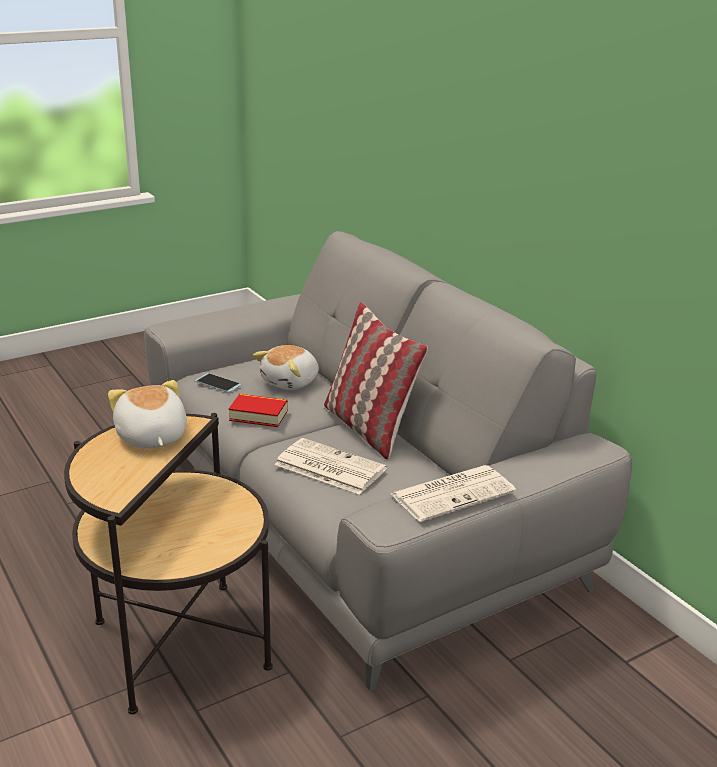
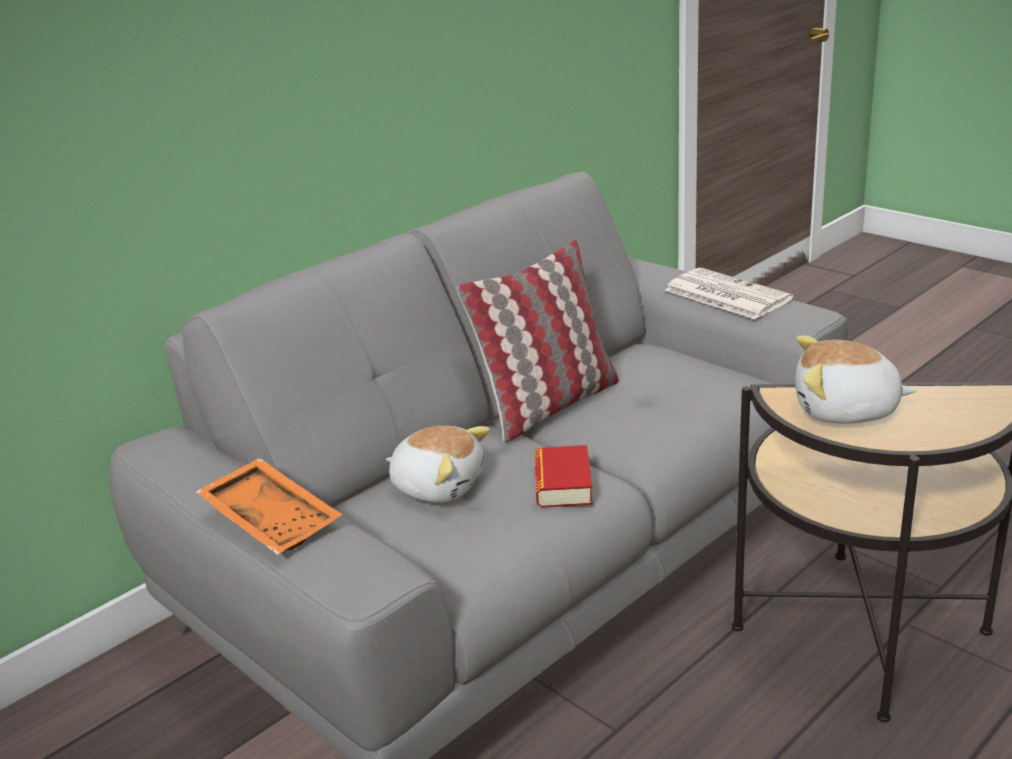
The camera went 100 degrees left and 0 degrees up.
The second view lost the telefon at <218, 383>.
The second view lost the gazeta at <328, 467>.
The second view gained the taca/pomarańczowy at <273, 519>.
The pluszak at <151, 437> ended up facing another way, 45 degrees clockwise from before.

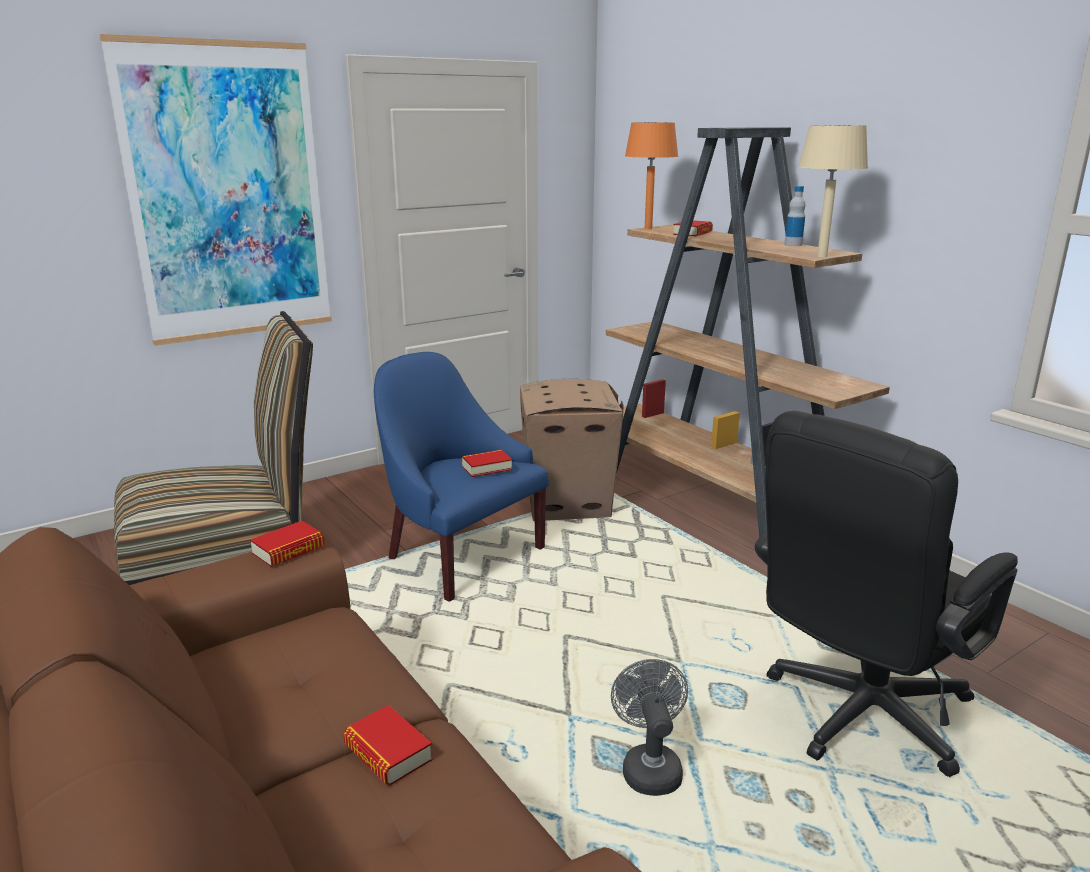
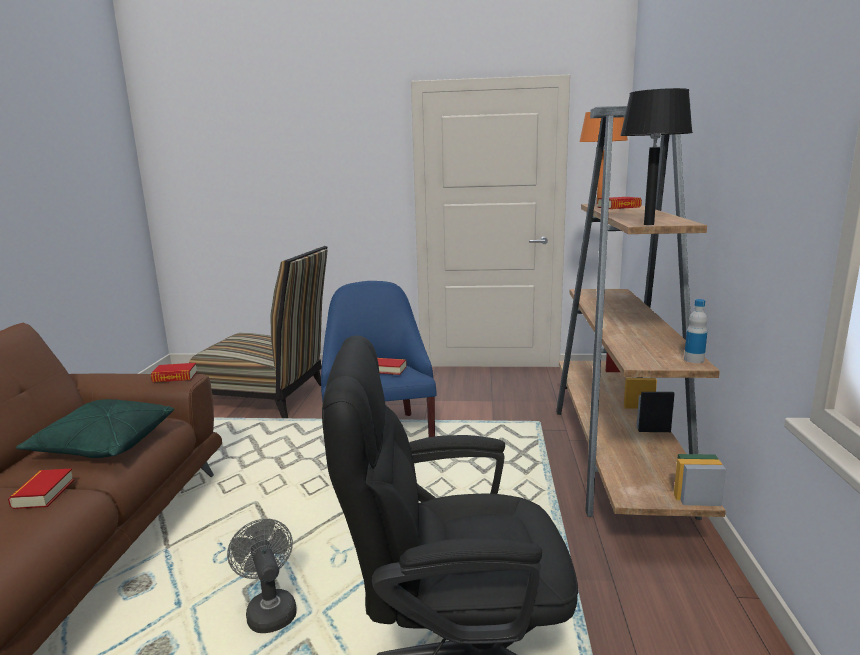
The camera went 40 degrees right and 5 degrees down.
The second view lost the obraz at <228, 194>.
The second view lost the karton at <568, 502>.
The second view gained the poduszka/zielony at <104, 445>.
The butelka ended up elsewhere, having gone from <793, 245> to <694, 360>.
What was the lampa stołowa/beżowy at <822, 256> turned into the lampa stołowa/czarny at <649, 224>.
The wentylator/szary at <649, 767> ended up facing another way, 60 degrees counterclockwise from before.

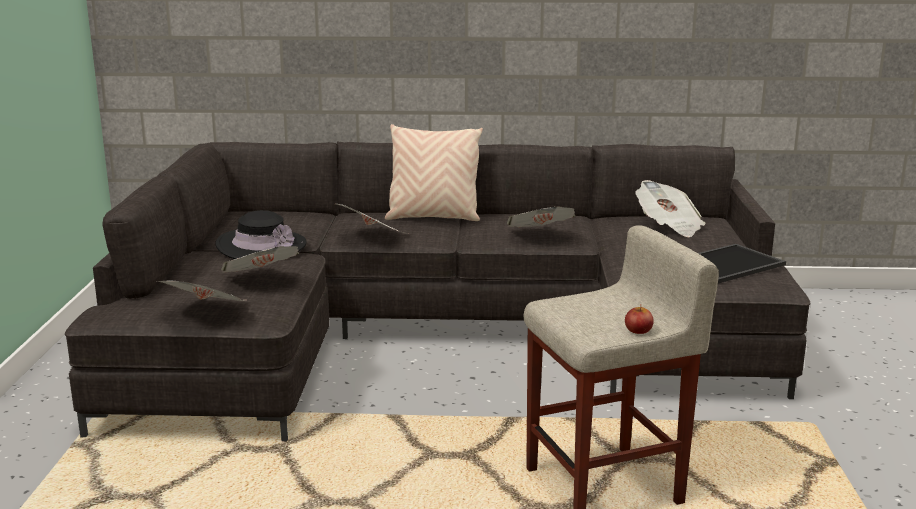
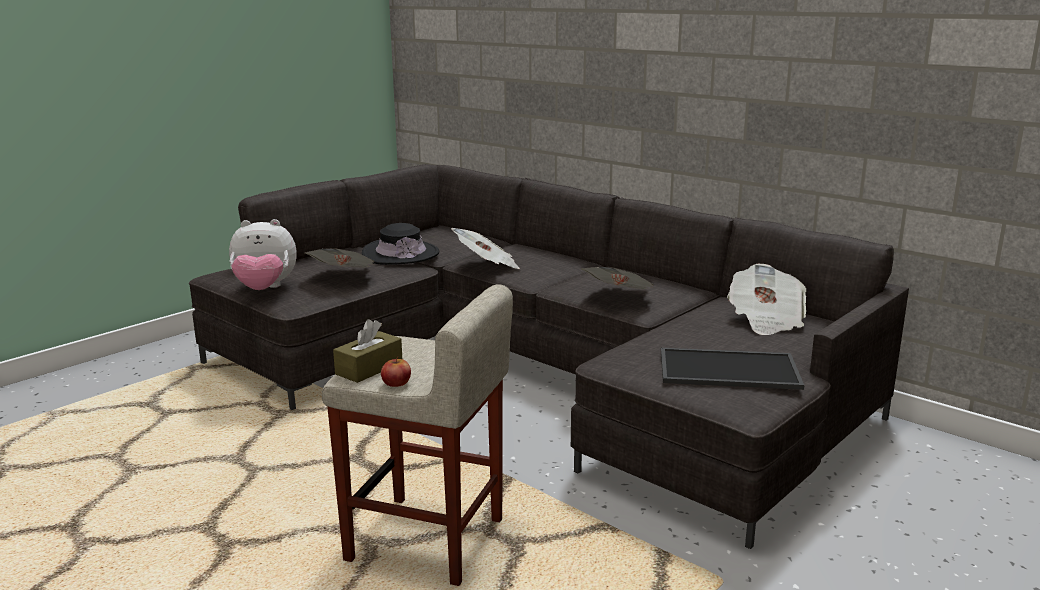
The camera went 40 degrees right and 0 degrees up.
The second view lost the poduszka/beżowy at <433, 217>.
The second view gained the pudełko chusteczek/brązowy at <369, 368>.
Where the gazeta stood at <207, 313>, the pluszak came to stand at <265, 289>.

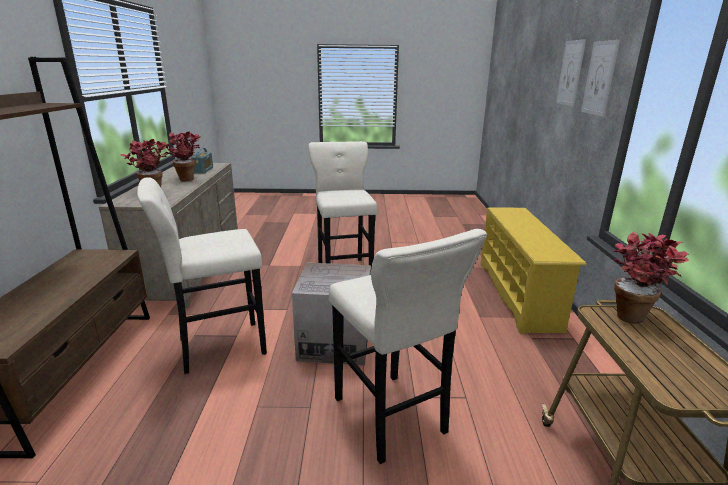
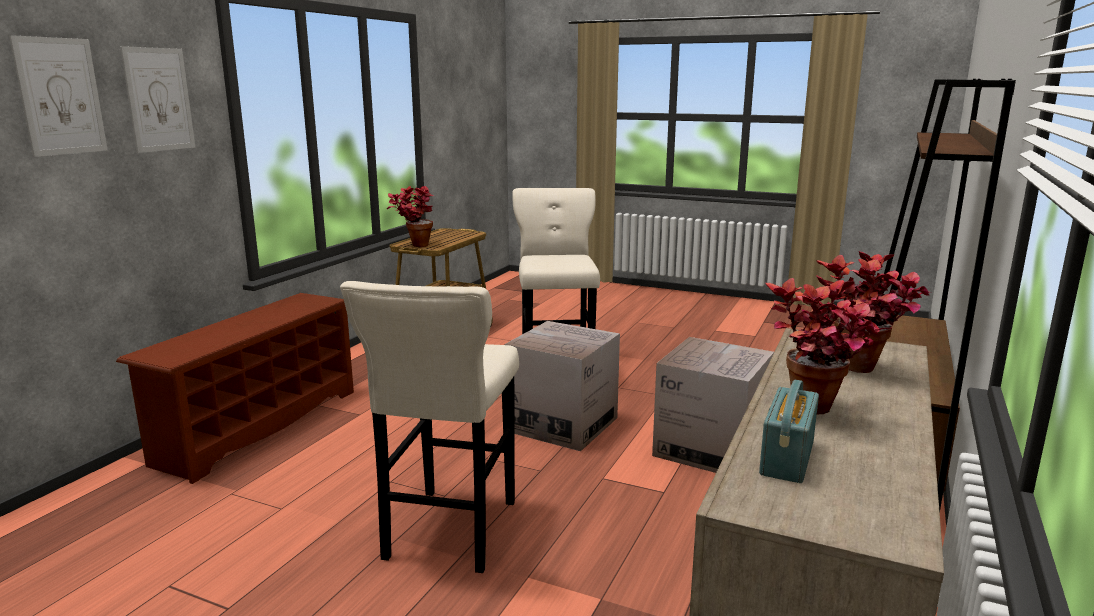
The camera went 155 degrees left and 5 degrees down.
Where the stołek/beżowy stood at <216, 347>, the karton came to stand at <710, 448>.
What was the regał na buty/żółty at <518, 295> turned into the regał na buty/brązowy at <258, 425>.

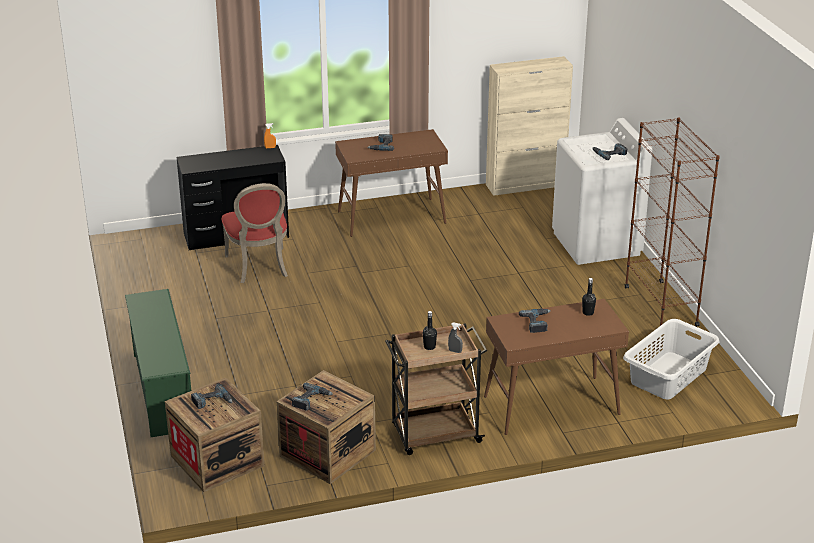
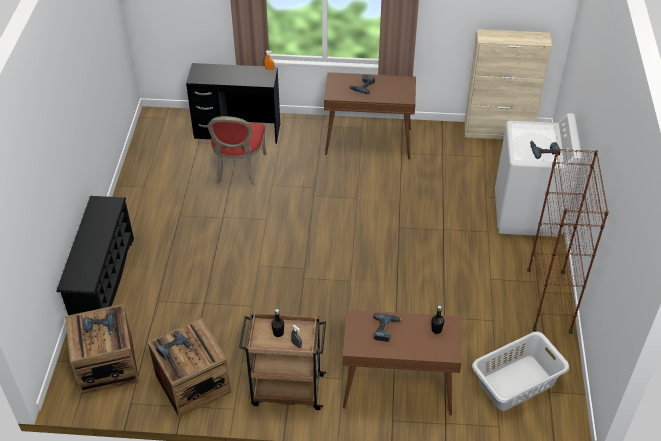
The camera went 20 degrees right and 15 degrees up.
What was the regał na buty/zielony at <161, 391> turned into the regał na buty/czarny at <102, 280>.

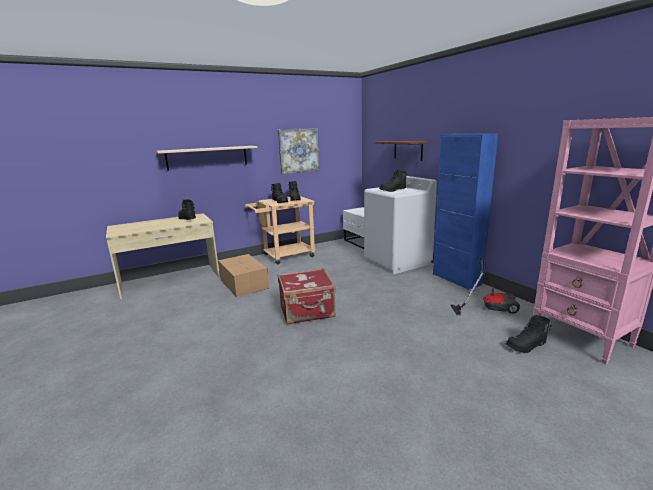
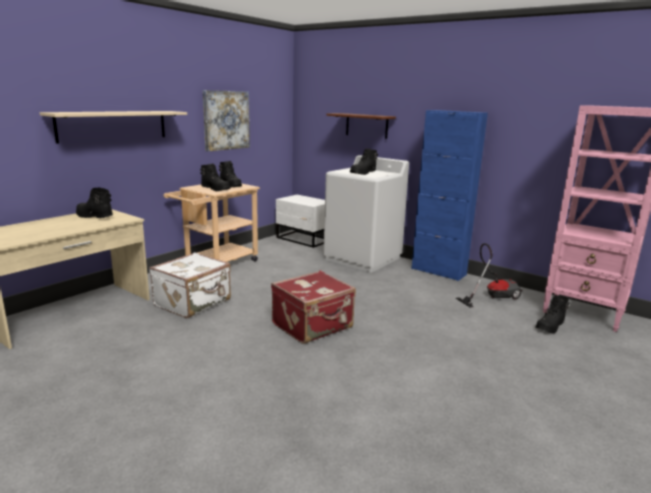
The camera went 25 degrees left and 0 degrees up.
Where the karton stood at <244, 283>, the walizka/biały came to stand at <194, 303>.

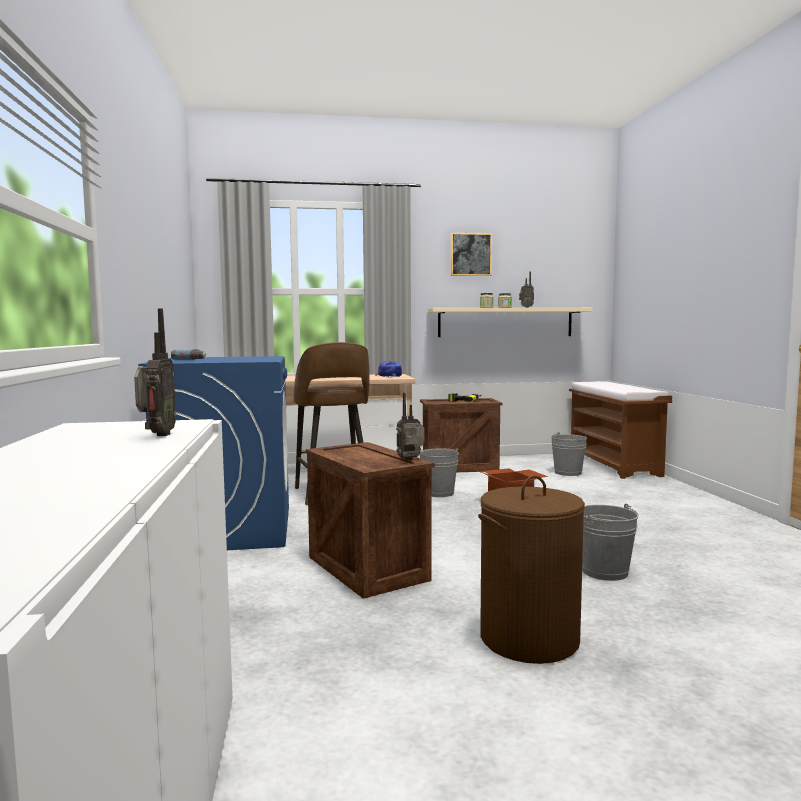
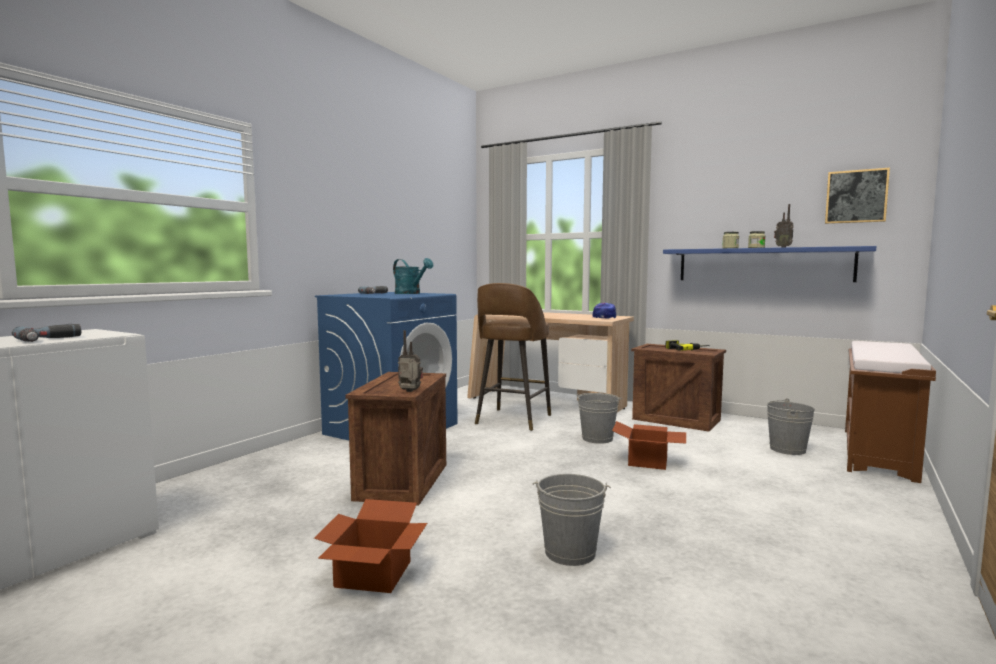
The camera went 40 degrees right and 0 degrees up.
The second view gained the konewka/turkusowy at <411, 293>.
The obraz ended up elsewhere, having gone from <470, 254> to <856, 196>.
Where the radio stood at <156, 436>, the wiertarka came to stand at <51, 339>.
Where the kosz na pranie/brązowy stood at <528, 639>, the karton came to stand at <371, 575>.
What was the półka/beżowy at <505, 322> turned into the półka/niebieski at <763, 265>.

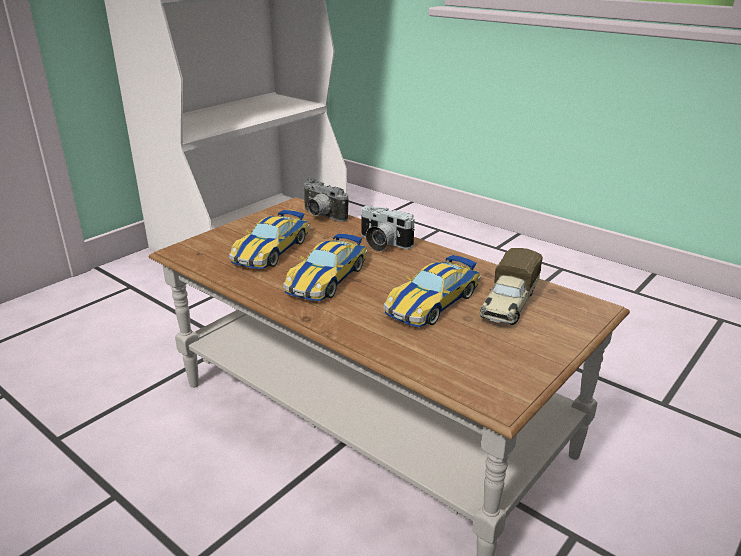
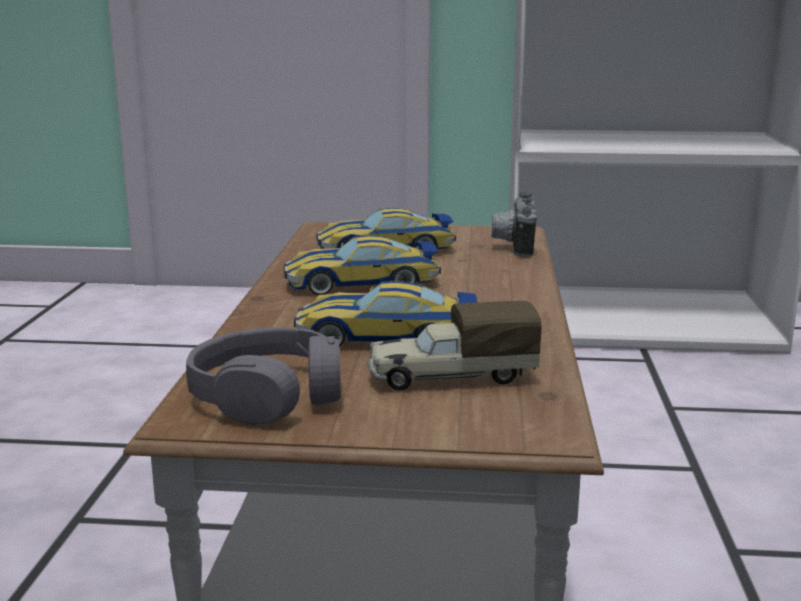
The camera went 55 degrees right and 10 degrees down.
The second view lost the aparat fotograficzny at <382, 243>.
The second view gained the słuchawki/szary at <269, 395>.

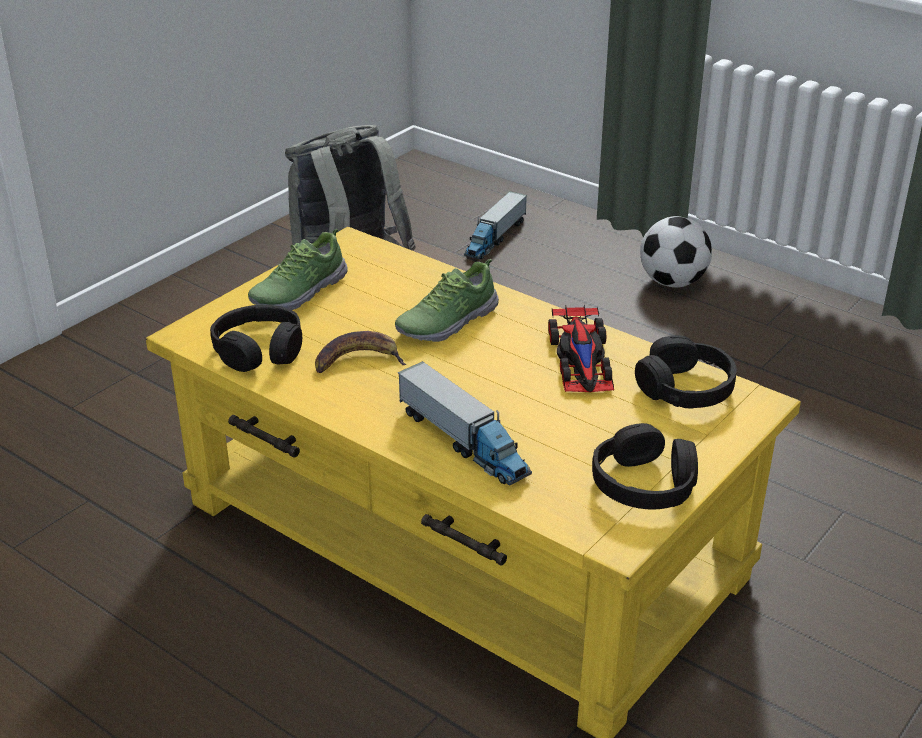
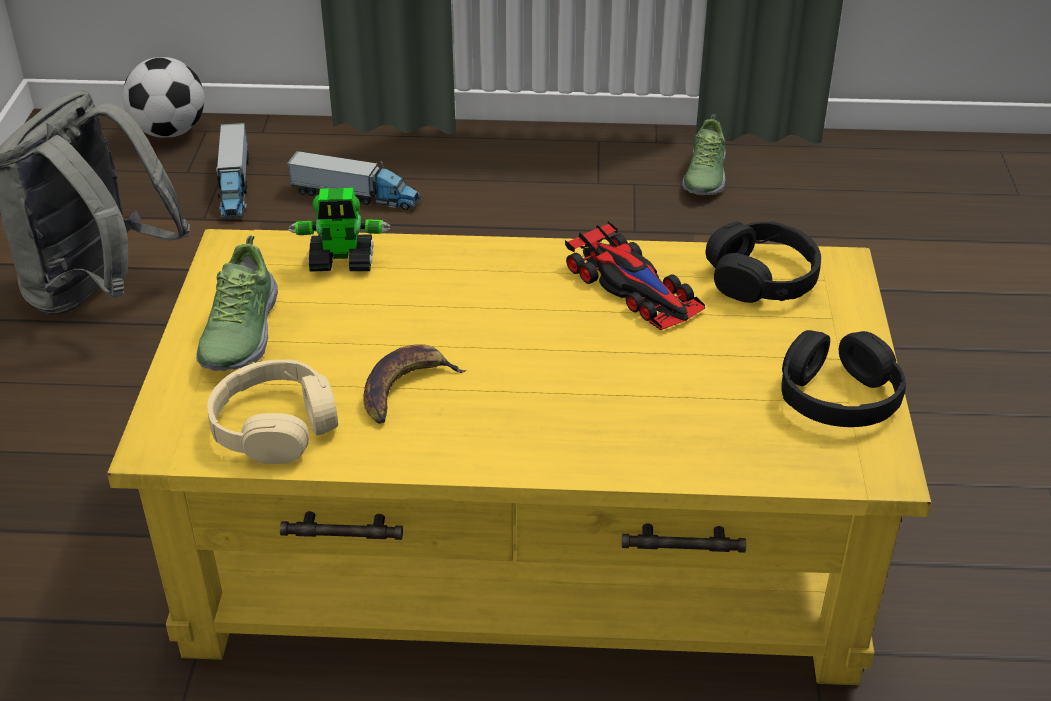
The camera went 35 degrees left and 5 degrees up.
The second view gained the robot zabawkowy at <342, 262>.
The but ended up elsewhere, having gone from <446, 321> to <704, 176>.
The ciężarówka zabawkowa ended up elsewhere, having gone from <463, 441> to <355, 196>.
The piłka futbolowa ended up elsewhere, having gone from <672, 282> to <170, 132>.
What was the słuchawki/czarny at <259, 350> turned into the słuchawki/beżowy at <275, 427>.

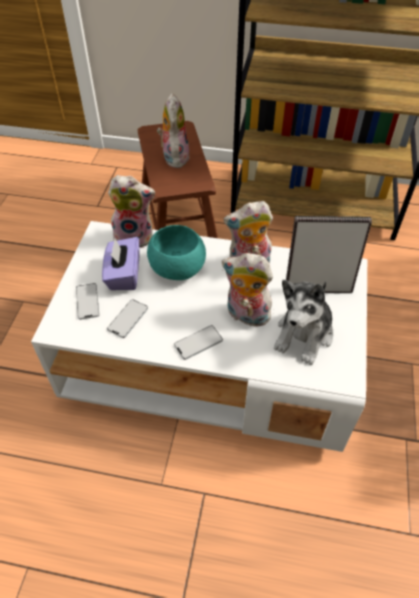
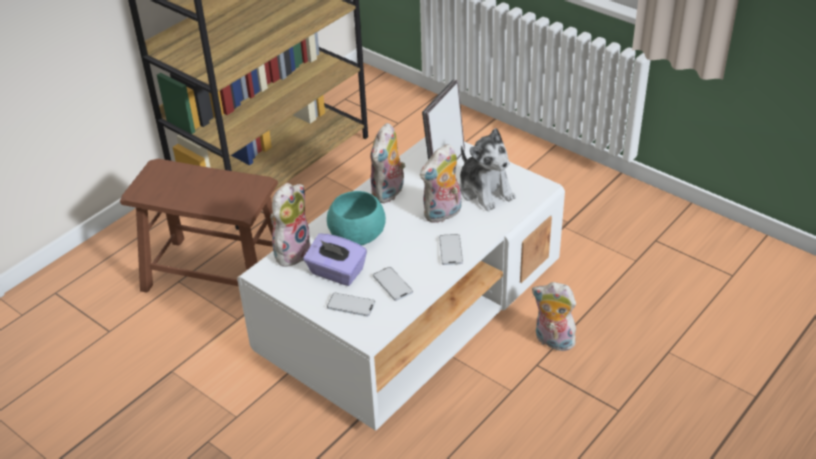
The camera went 60 degrees left and 10 degrees down.
The pluszak ended up elsewhere, having gone from <174, 157> to <552, 341>.

